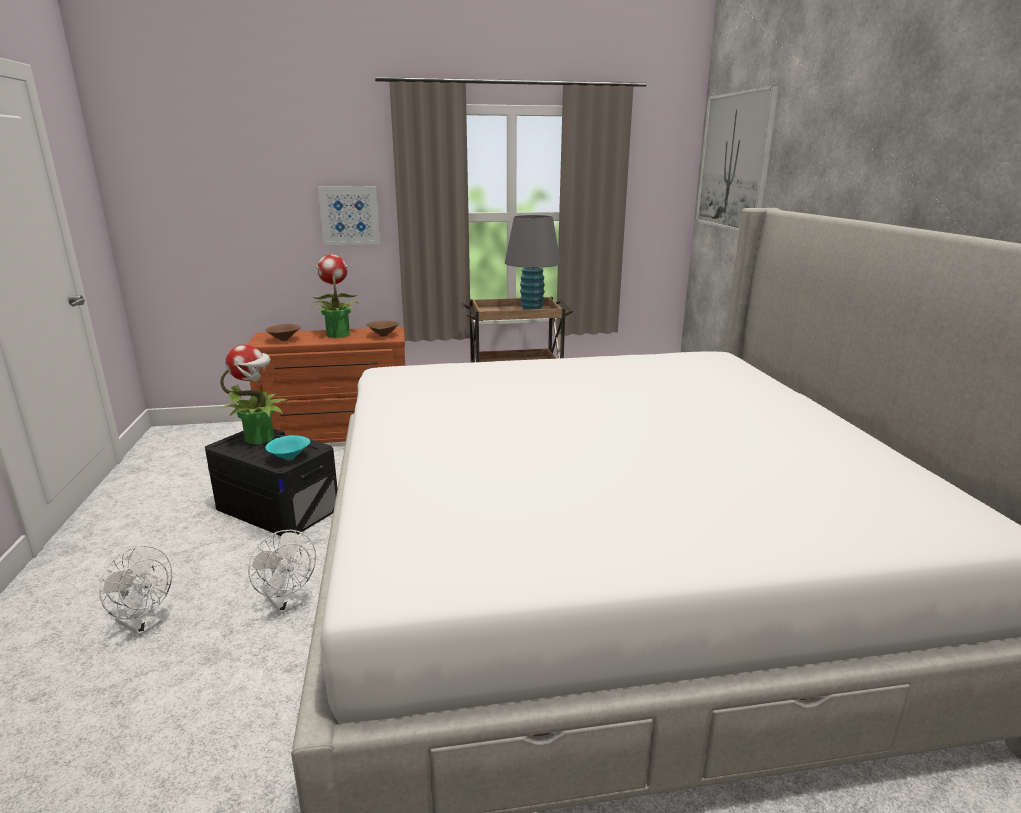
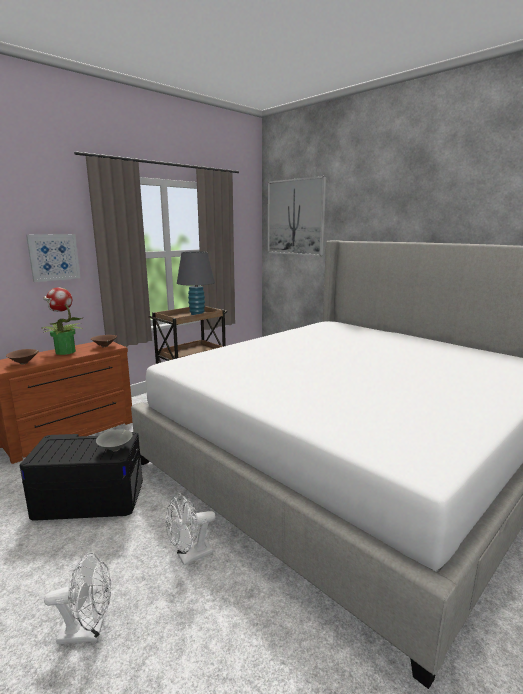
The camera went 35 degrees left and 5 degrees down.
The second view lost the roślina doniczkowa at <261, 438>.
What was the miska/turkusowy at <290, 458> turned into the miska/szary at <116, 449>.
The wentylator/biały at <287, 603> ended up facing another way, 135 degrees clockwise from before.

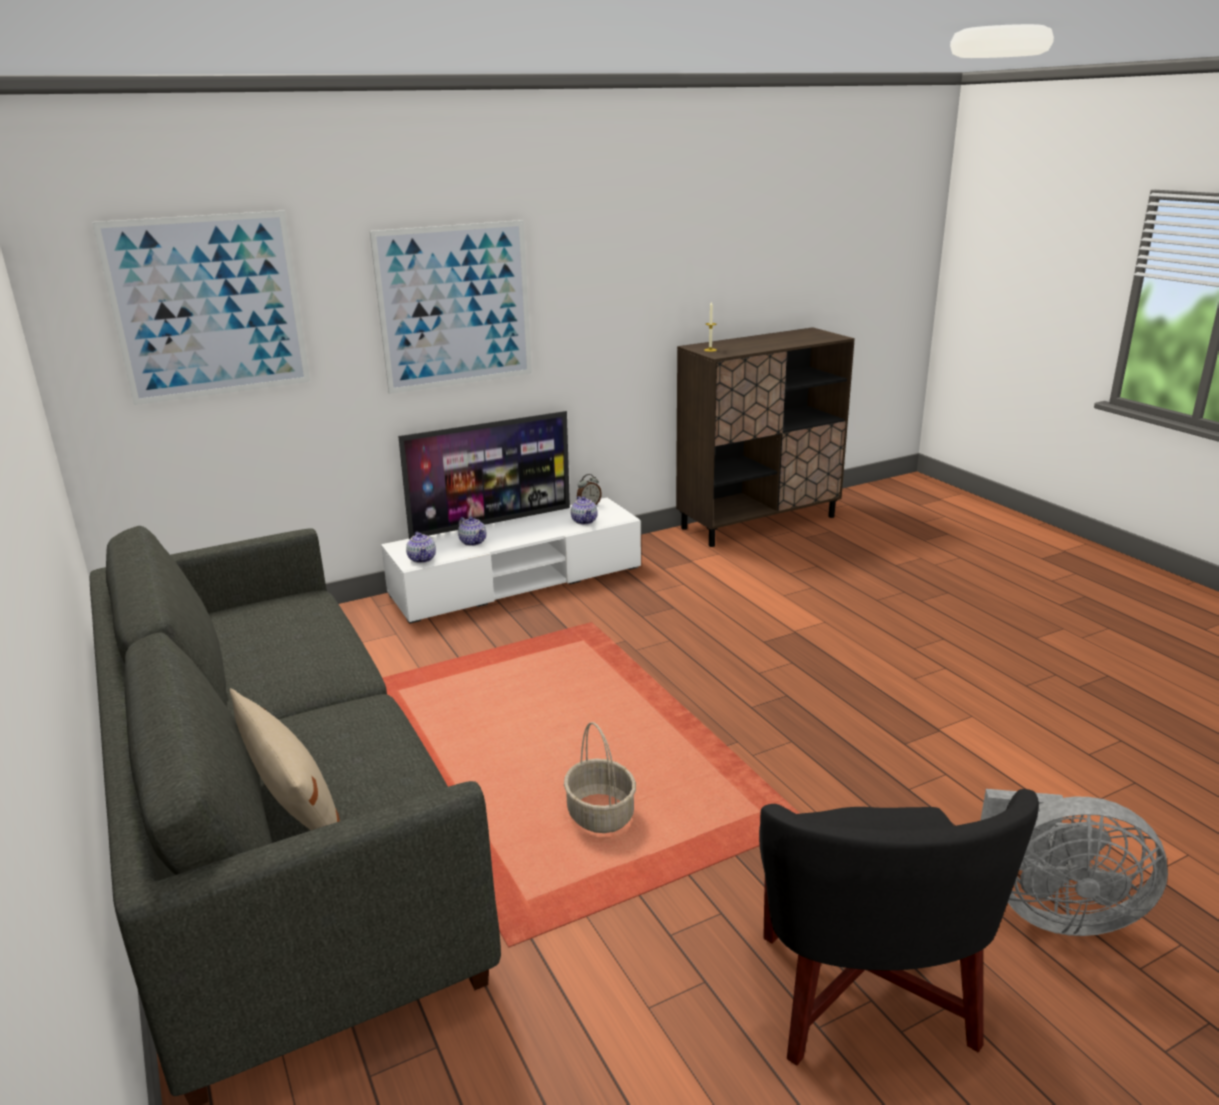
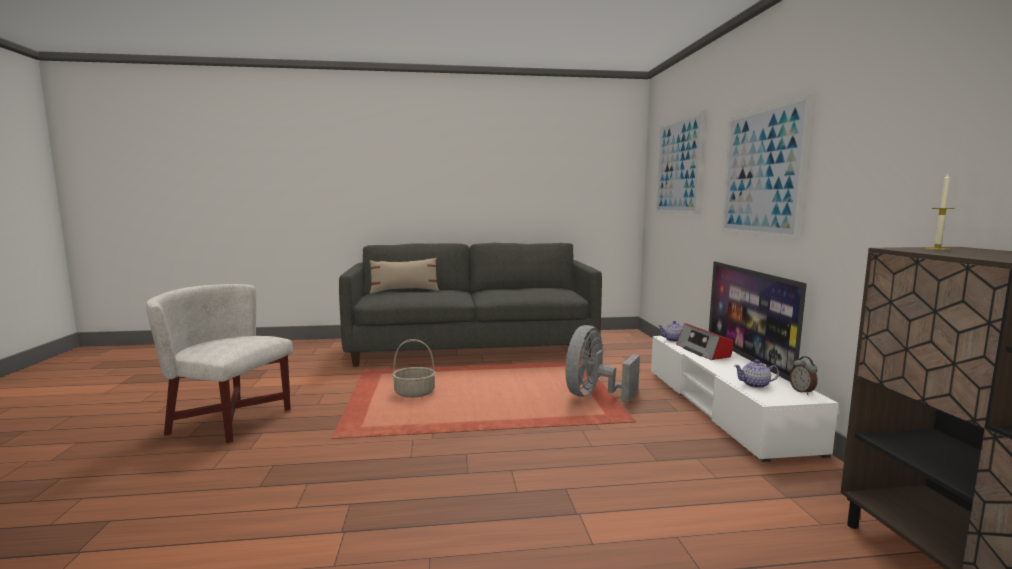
The camera went 110 degrees right and 15 degrees down.
The wentylator/szary ended up elsewhere, having gone from <1053, 911> to <593, 395>.
Where the imbryk stood at <473, 542>, the radio came to stand at <703, 351>.
What was the fotel/czarny at <863, 992> turned into the fotel/biały at <231, 420>.

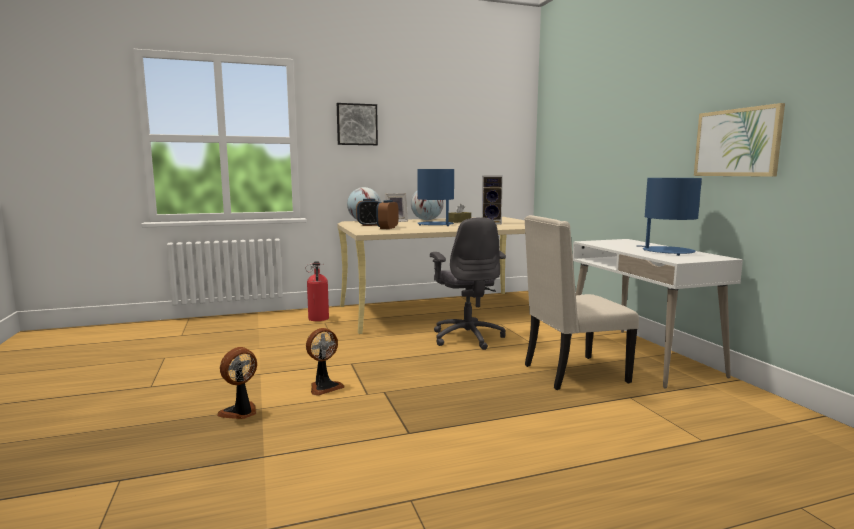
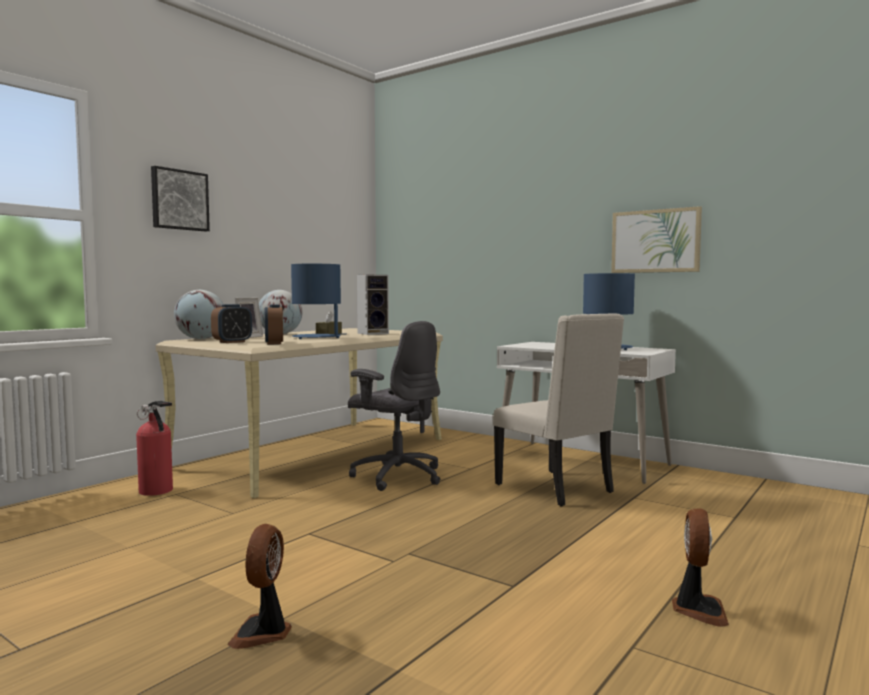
The camera went 35 degrees left and 5 degrees down.
The wentylator ended up elsewhere, having gone from <324, 387> to <698, 610>.
The krzesło/beżowy at <572, 373> ended up facing another way, 75 degrees counterclockwise from before.

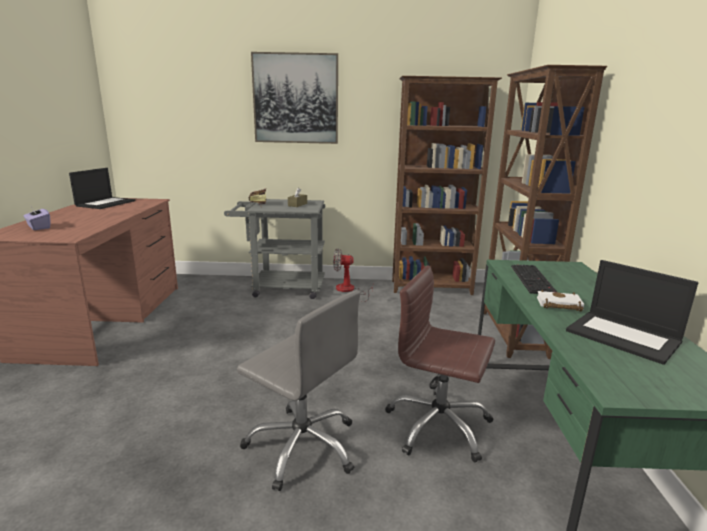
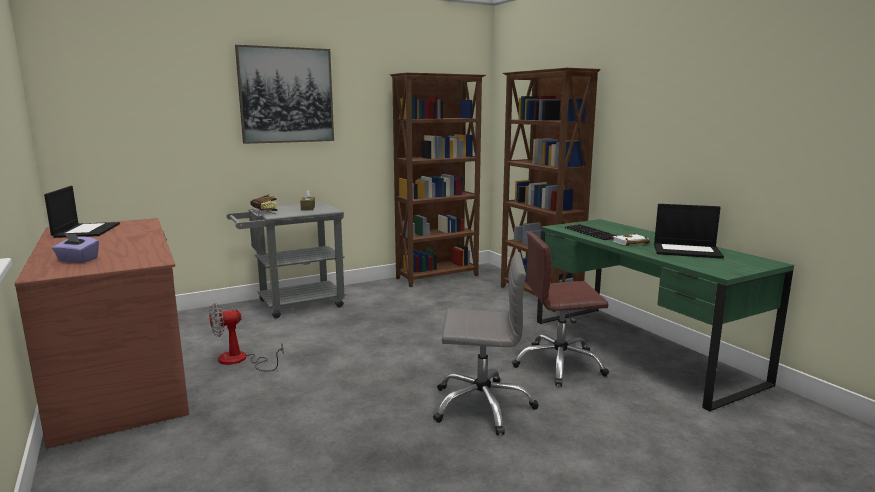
The camera went 30 degrees left and 5 degrees down.
The wentylator ended up elsewhere, having gone from <349, 290> to <240, 360>.

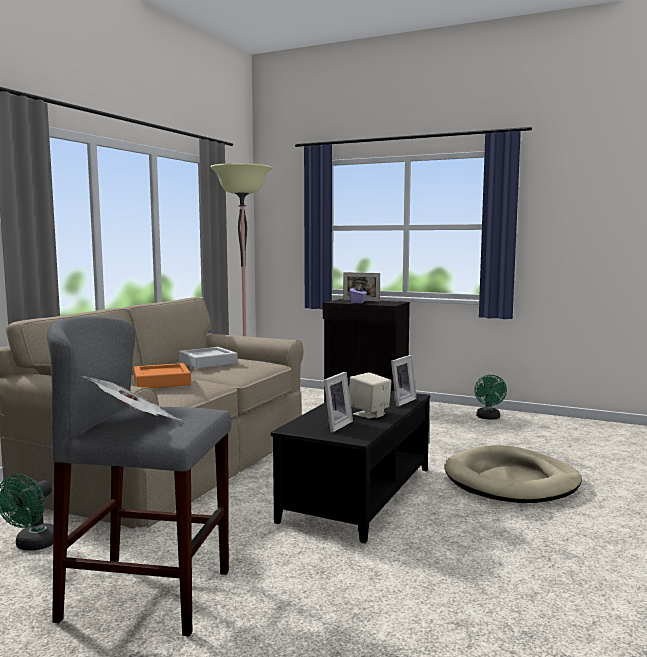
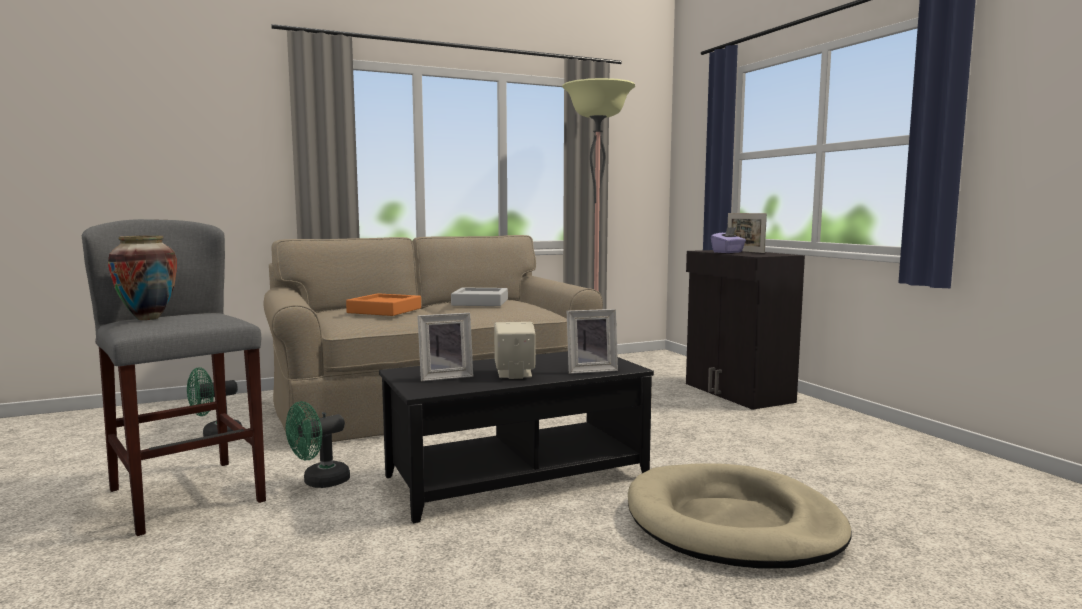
The camera went 40 degrees right and 0 degrees up.
The wentylator/zielony ended up elsewhere, having gone from <488, 418> to <319, 482>.
Where the gazeta stood at <134, 422>, the wazon came to stand at <147, 318>.

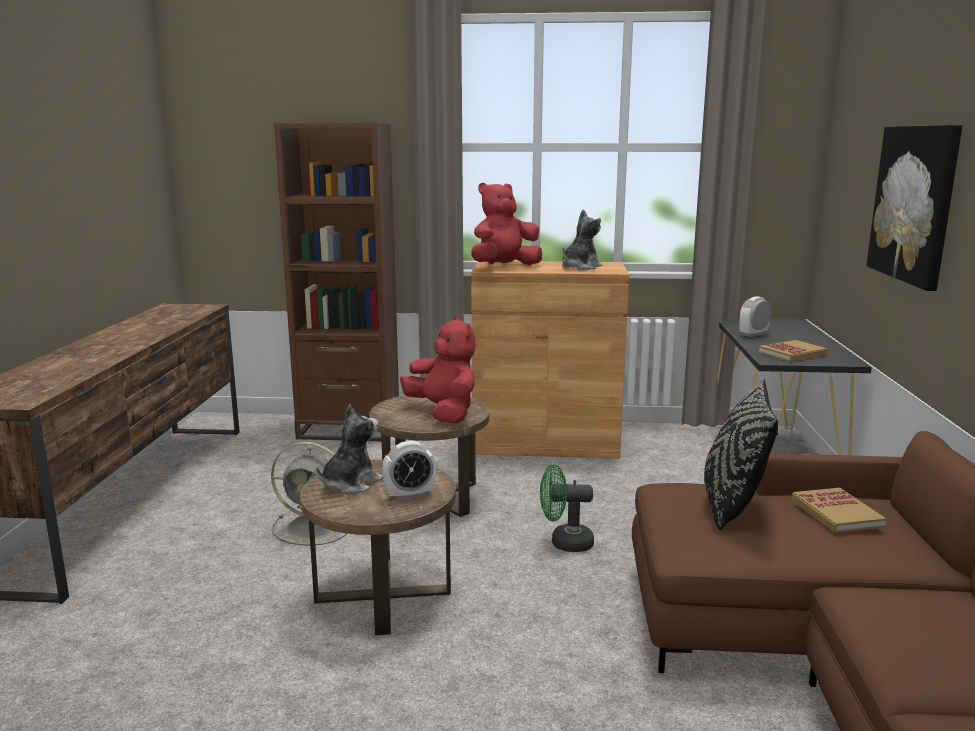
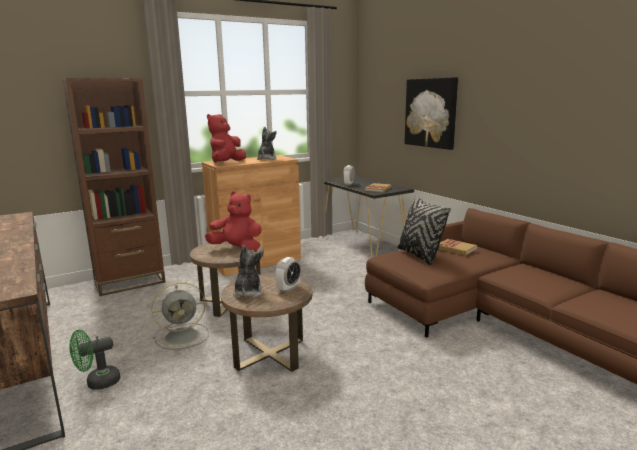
The camera went 35 degrees left and 0 degrees up.
The wentylator/zielony ended up elsewhere, having gone from <564, 543> to <97, 383>.

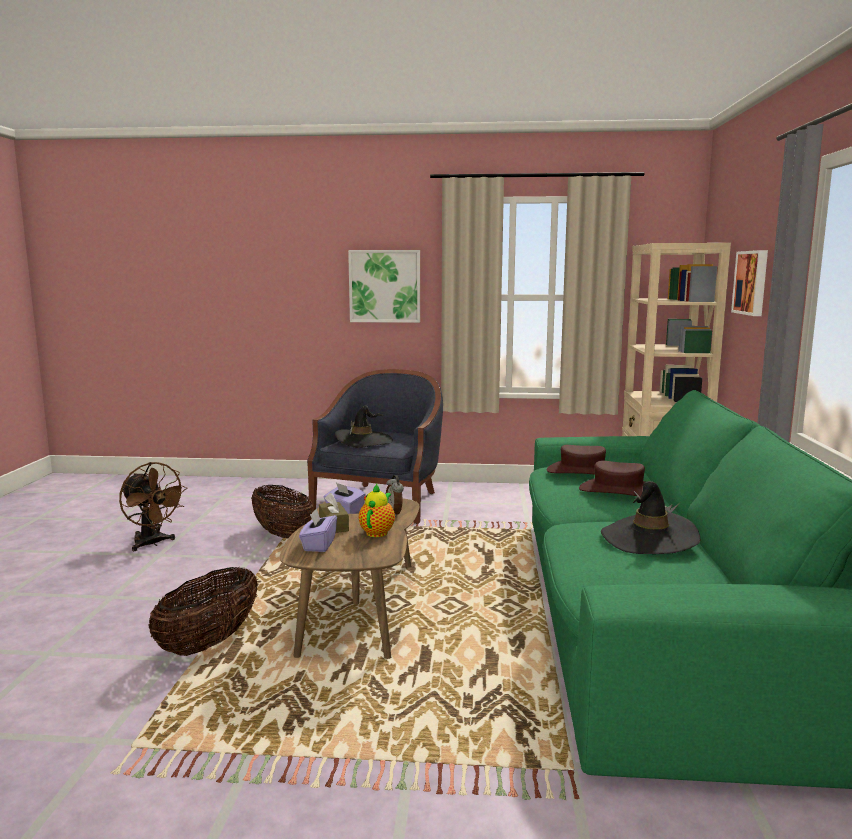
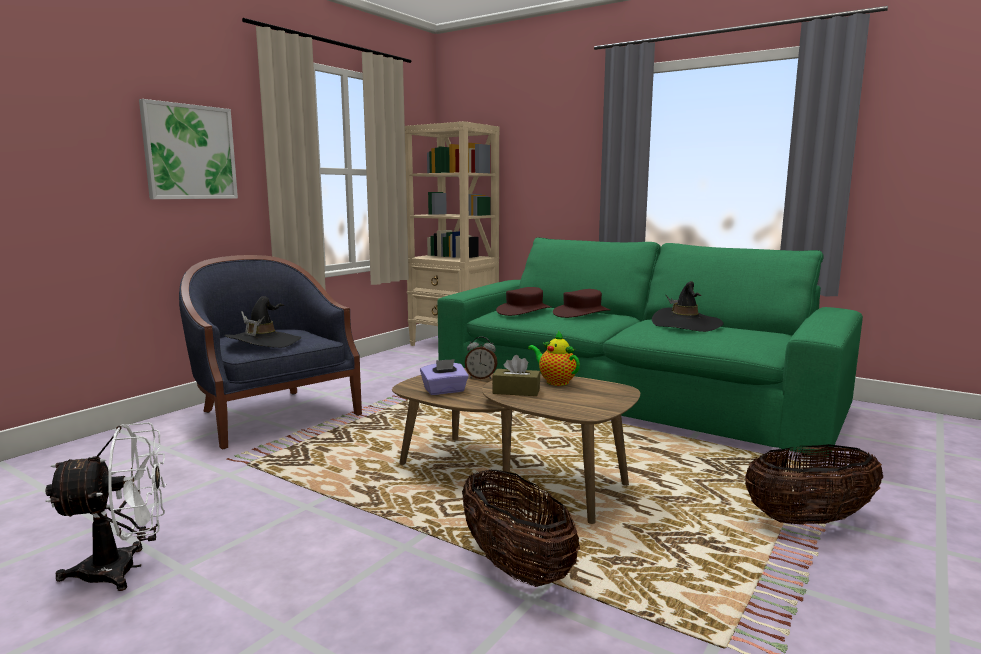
The camera went 60 degrees left and 0 degrees up.
The second view lost the pudełko chusteczek/fioletowy at <318, 545>.
The second view lost the obraz at <752, 282>.
The koszyk ended up elsewhere, having gone from <283, 535> to <808, 520>.
What was the wentylator/brązowy at <152, 544> turned into the wentylator/biały at <124, 569>.

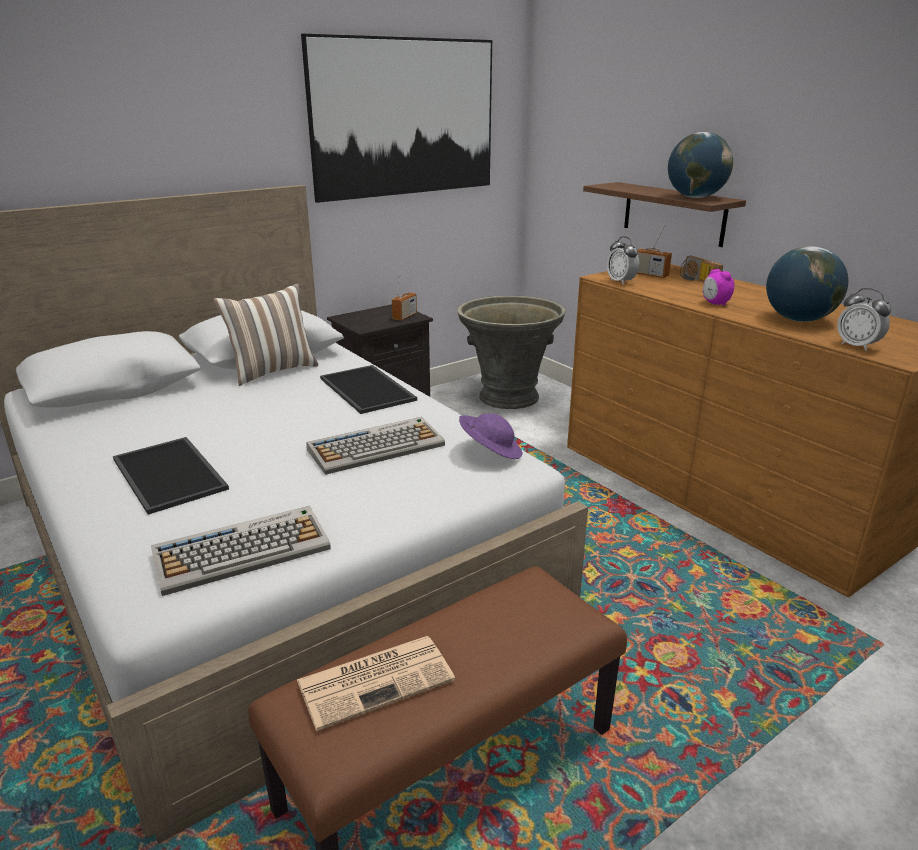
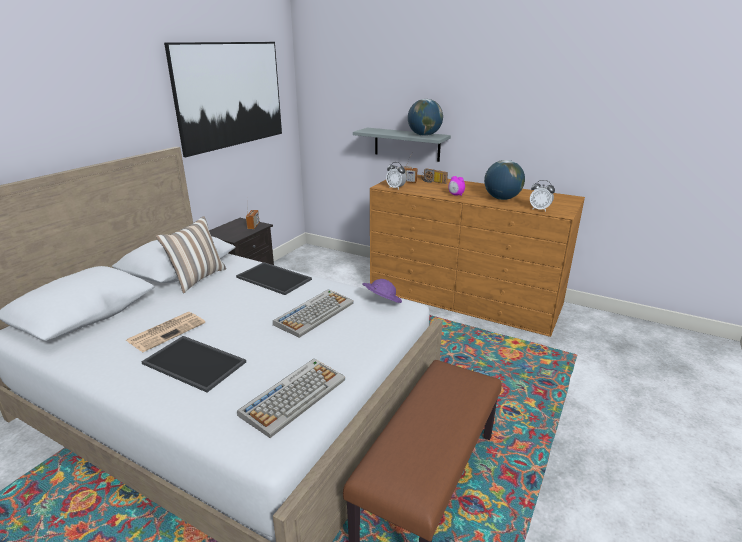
The camera went 25 degrees left and 0 degrees up.
The second view lost the donica/szary at <508, 397>.
The gazeta ended up elsewhere, having gone from <377, 679> to <167, 331>.
What was the półka/brązowy at <673, 213> turned into the półka/szary at <406, 144>.

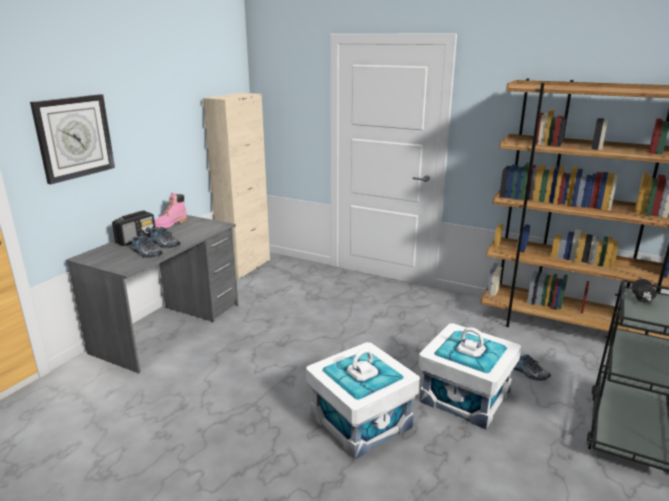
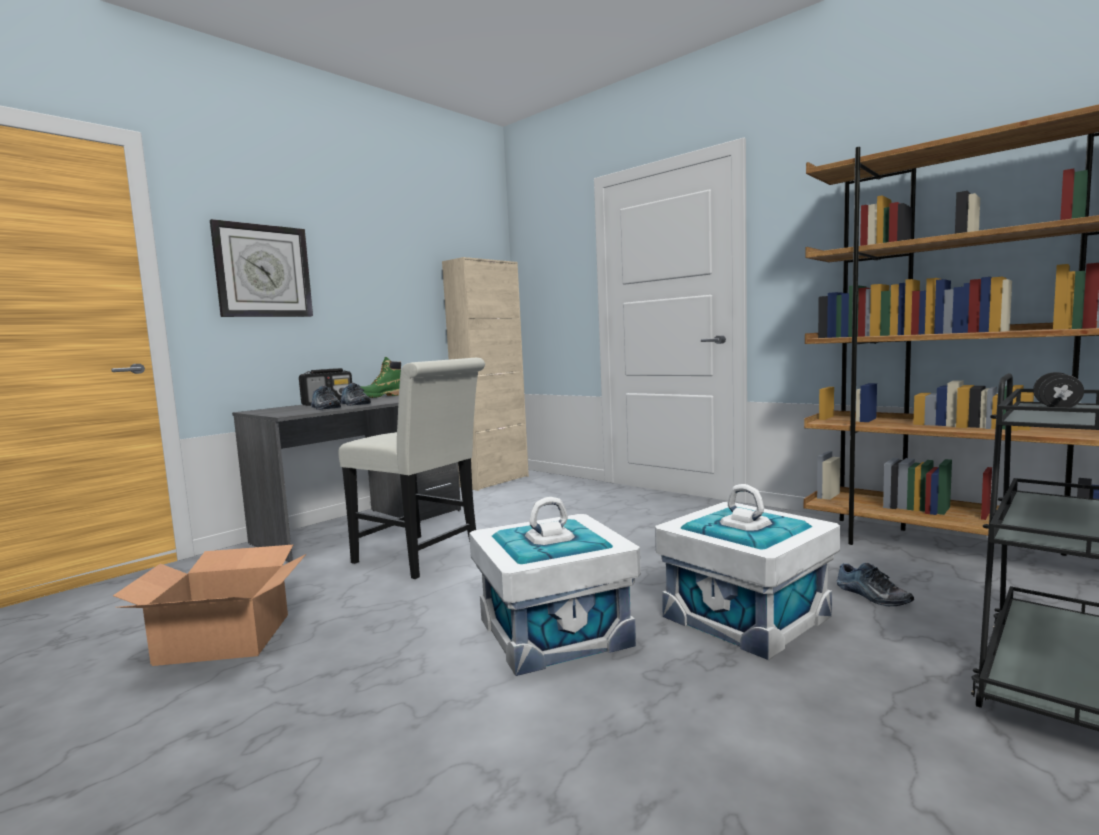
The camera went 15 degrees right and 15 degrees down.
The second view gained the karton at <224, 638>.
The second view gained the krzesło/biały at <423, 557>.
What was the but z cholewką/różowy at <170, 225> turned into the but z cholewką/zielony at <380, 397>.

